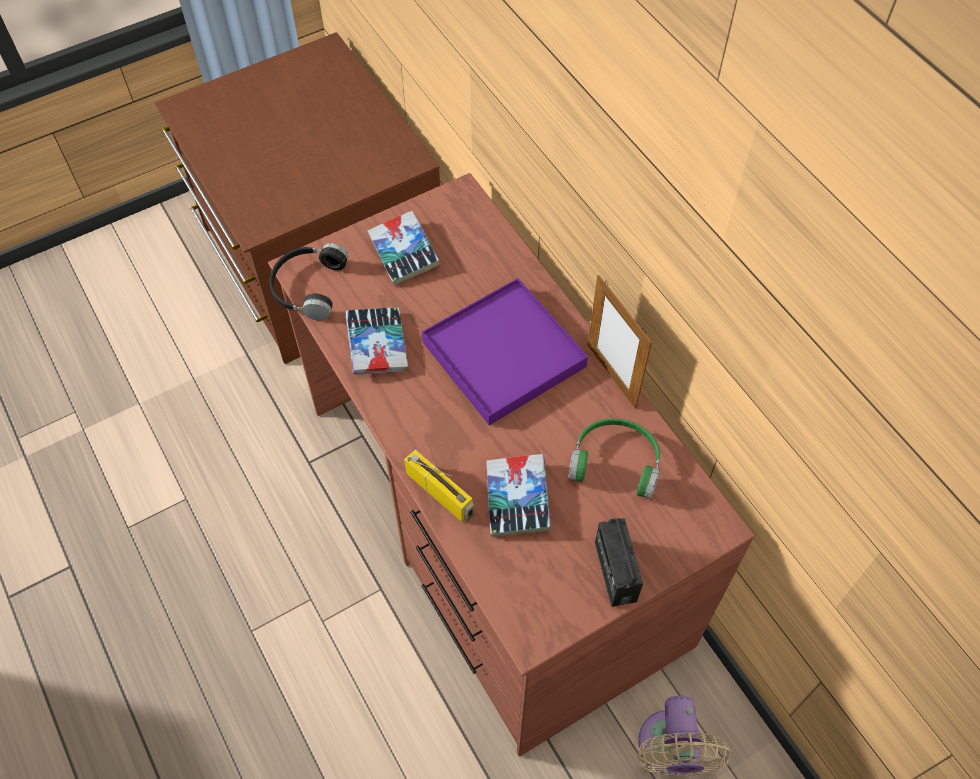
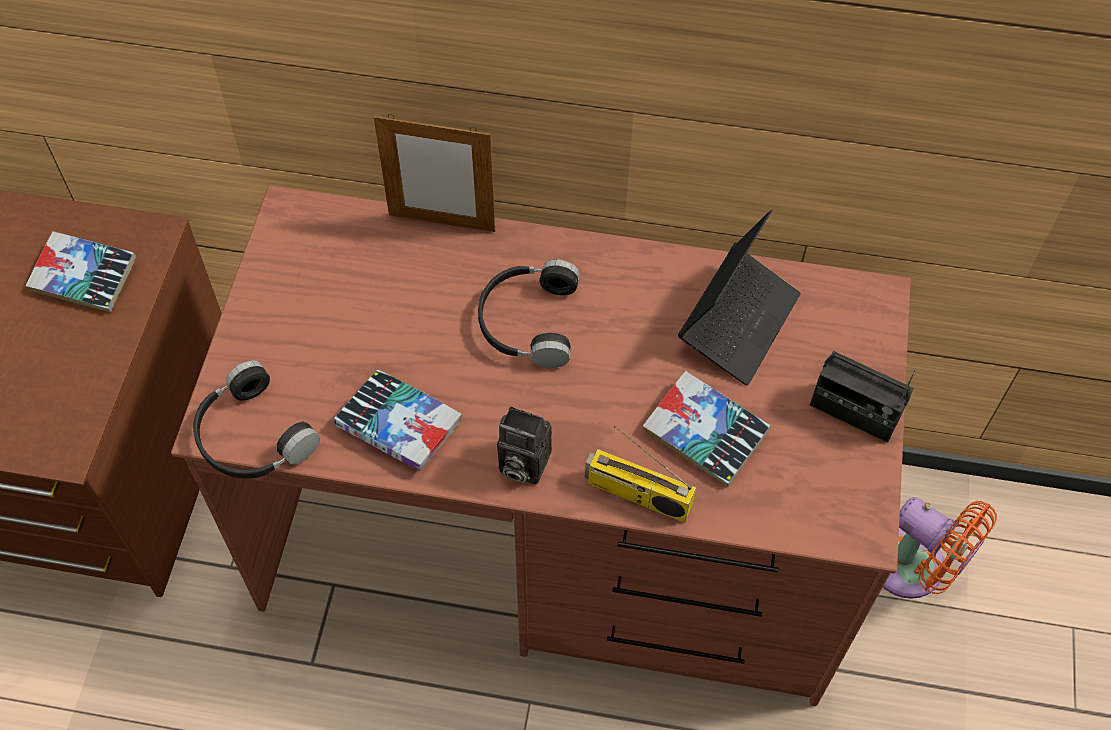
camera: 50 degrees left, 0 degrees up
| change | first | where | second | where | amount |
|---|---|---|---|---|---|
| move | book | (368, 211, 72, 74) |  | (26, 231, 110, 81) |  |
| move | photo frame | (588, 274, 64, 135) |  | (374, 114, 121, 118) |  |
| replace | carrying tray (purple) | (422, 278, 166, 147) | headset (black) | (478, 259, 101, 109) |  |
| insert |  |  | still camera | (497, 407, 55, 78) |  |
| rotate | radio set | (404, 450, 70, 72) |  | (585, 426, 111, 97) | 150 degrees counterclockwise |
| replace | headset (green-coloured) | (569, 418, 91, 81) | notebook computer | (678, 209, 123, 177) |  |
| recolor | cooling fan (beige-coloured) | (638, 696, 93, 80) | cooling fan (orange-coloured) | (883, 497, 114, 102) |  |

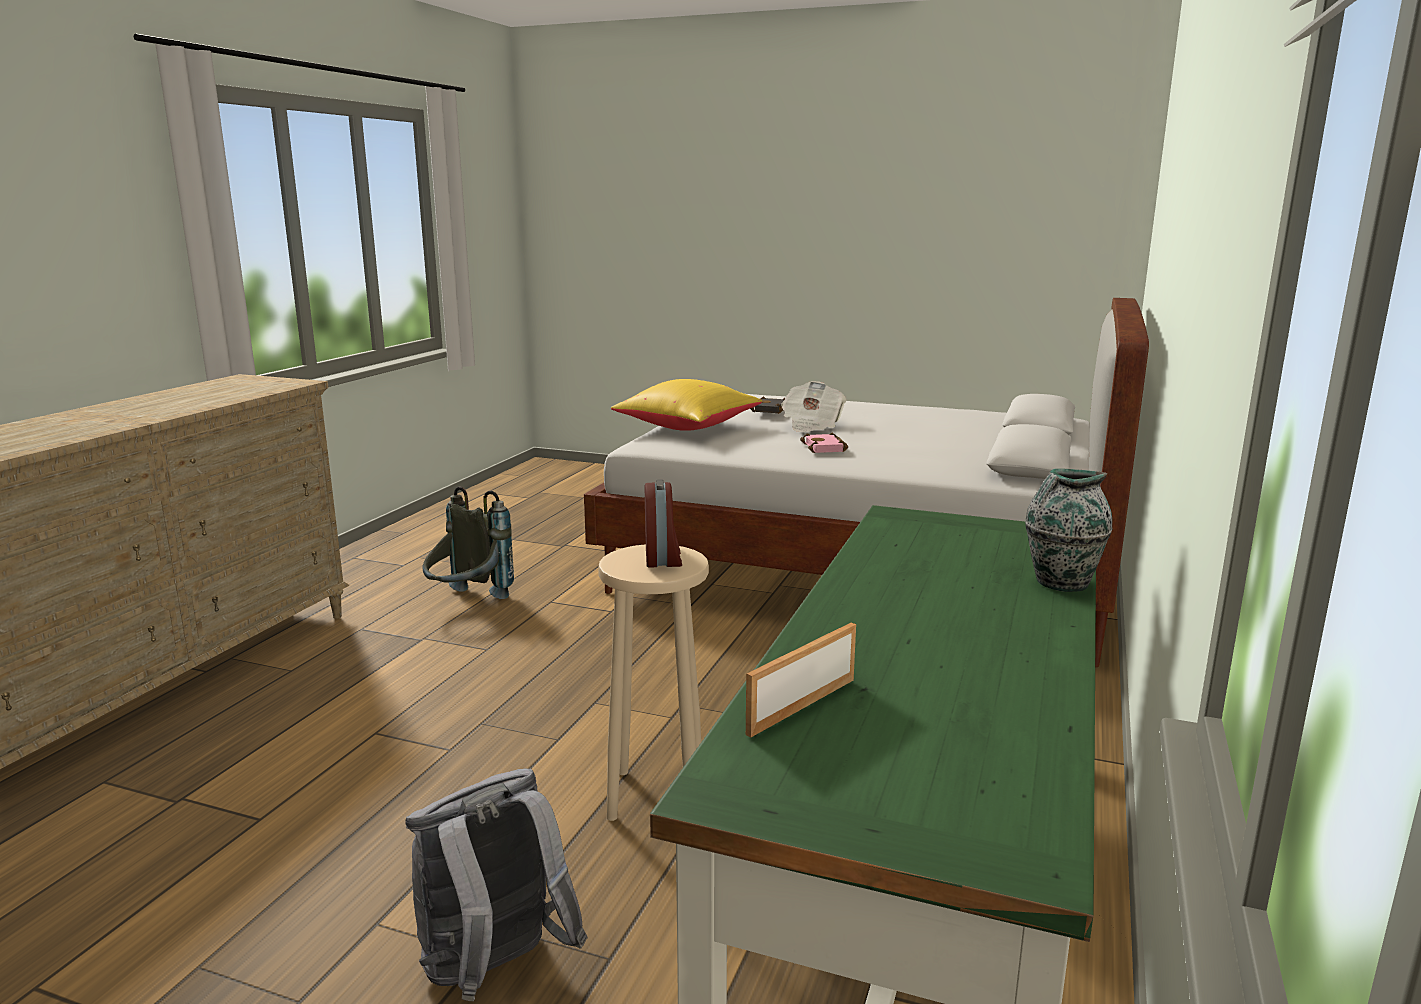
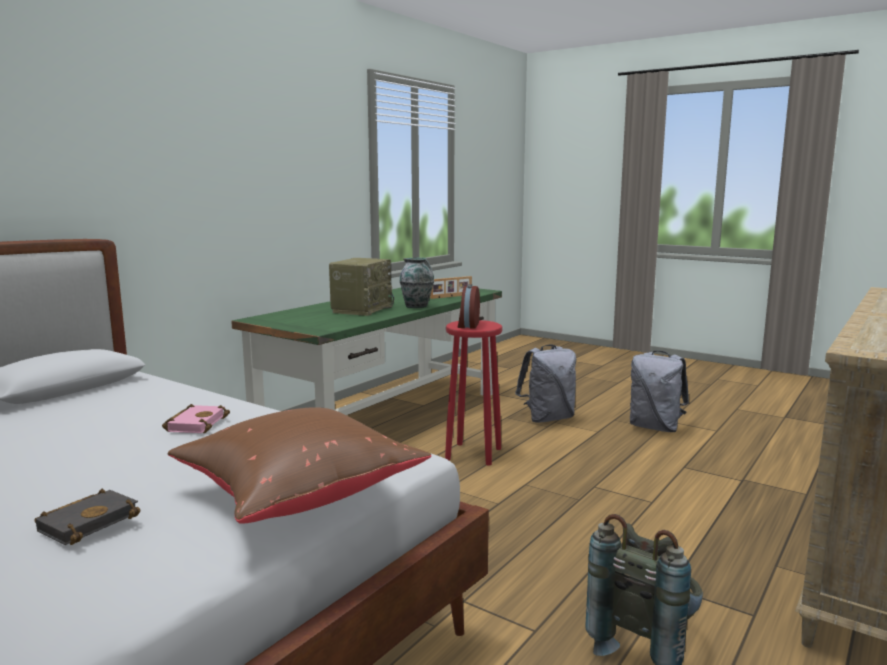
camera: 165 degrees left, 5 degrees down
| change | first | where | second | where | amount |
|---|---|---|---|---|---|
| recolor | pillow (yellowish) | (611, 379, 151, 52) | pillow (brownish) | (168, 407, 263, 117) |  |
| insert |  |  | radio set | (329, 258, 65, 58) |  |
| move | vase | (1025, 468, 88, 124) |  | (399, 258, 35, 50) |  |
| recolor | sitting stool (beige-coloured) | (598, 544, 111, 277) | sitting stool (red-coloured) | (445, 320, 57, 146) |  |
| insert |  |  | backpack (greyish) | (630, 351, 59, 81) |  |
| delete | newspaper | (781, 381, 65, 51) |  |  |  |

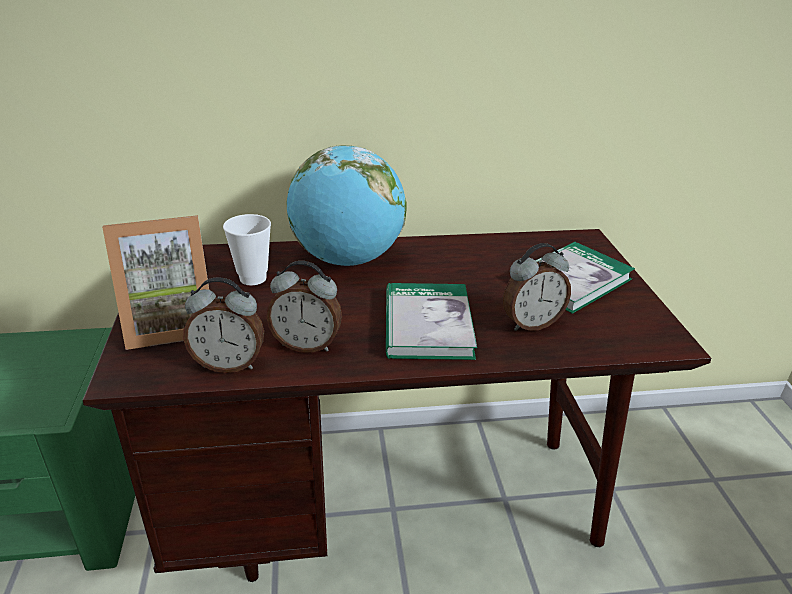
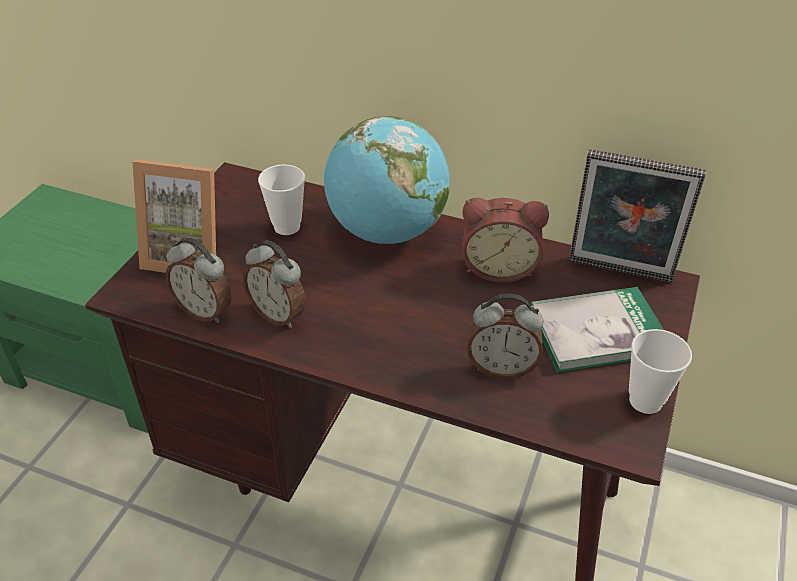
camera: 30 degrees right, 10 degrees up
| change | first | where | second | where | amount |
|---|---|---|---|---|---|
| insert |  |  | bedside clock | (462, 198, 87, 85) |  |
| insert |  |  | photo frame | (569, 149, 137, 133) |  |
| insert |  |  | drinking cup | (629, 329, 63, 85) |  |
| delete | book | (386, 283, 91, 77) |  |  |  |

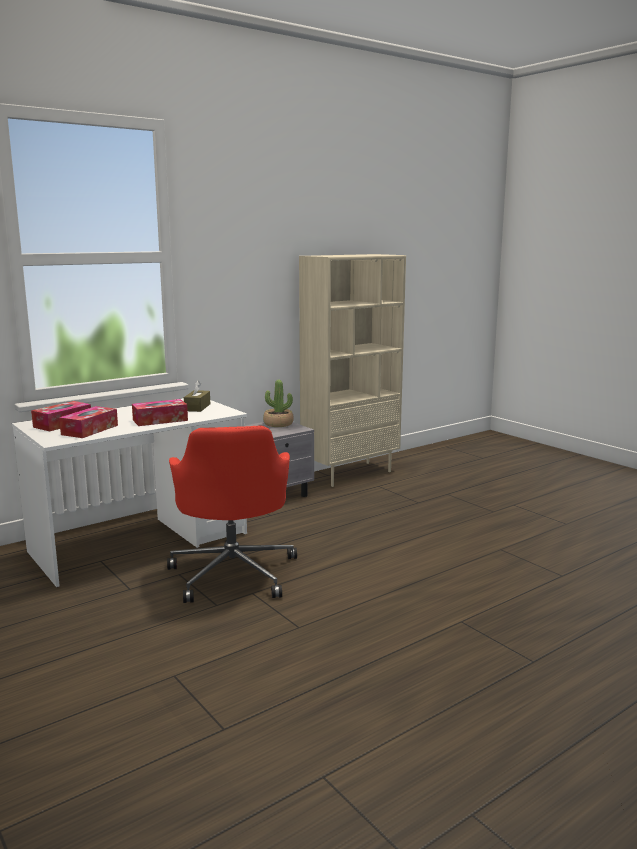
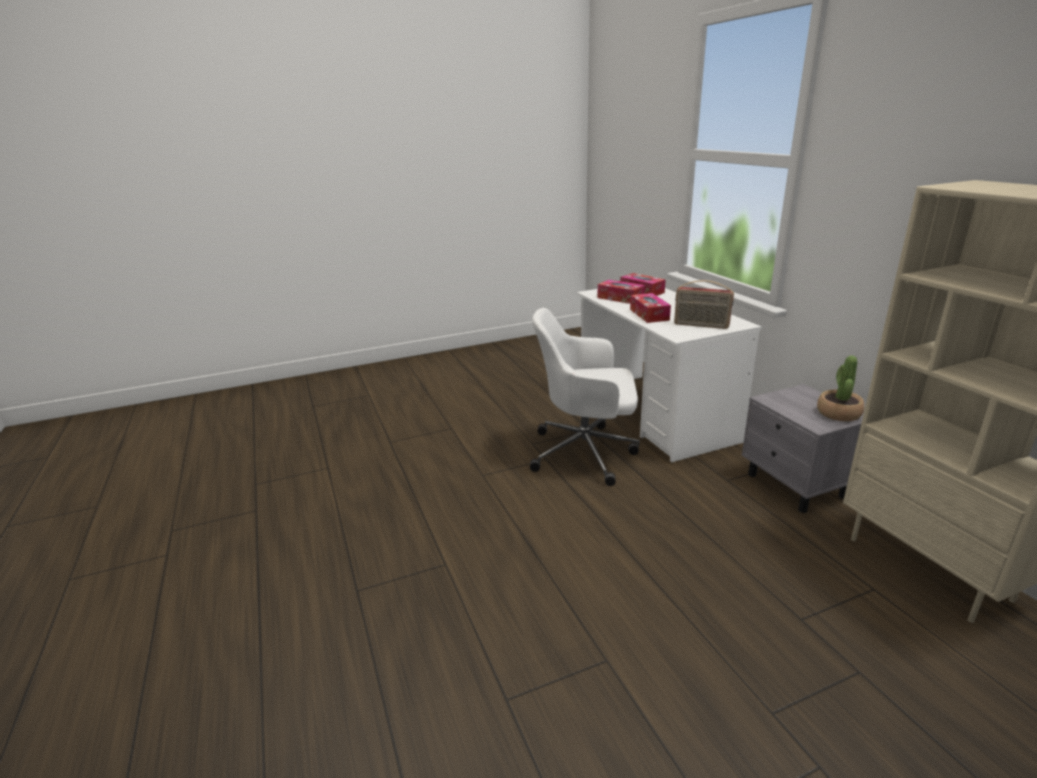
camera: 105 degrees right, 10 degrees up
| change | first | where | second | where | amount |
|---|---|---|---|---|---|
| recolor | office chair (red-coloured) | (167, 425, 130, 178) | office chair (whitish) | (530, 308, 110, 178) |  |
| replace | tissue box (brownish) | (184, 381, 26, 31) | radio set | (674, 280, 60, 49) |  |

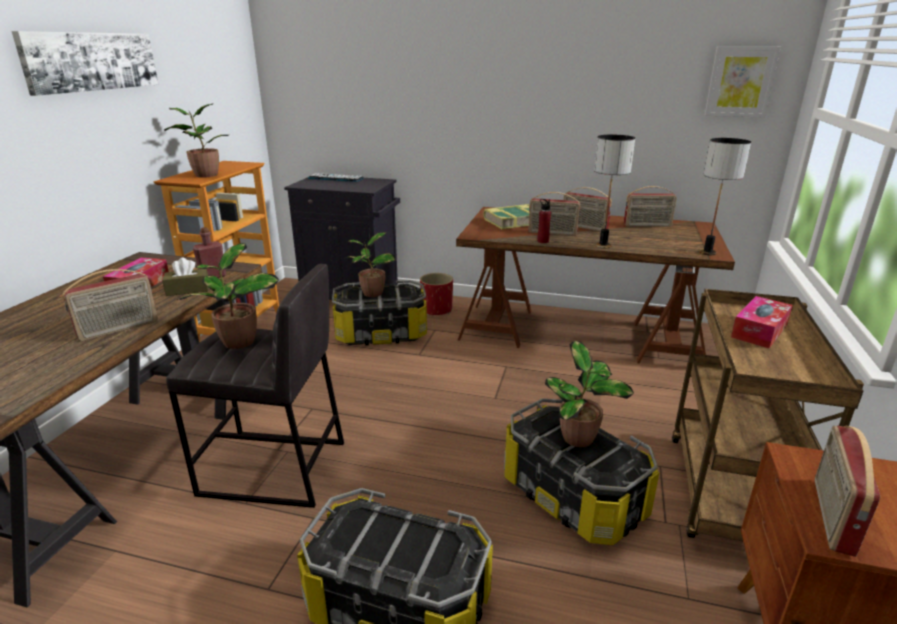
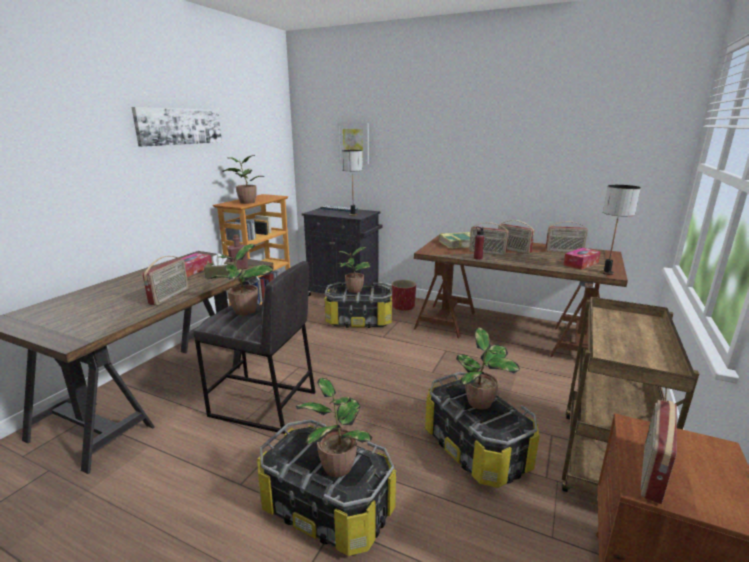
camera: 10 degrees right, 5 degrees down
| change | first | where | second | where | amount |
|---|---|---|---|---|---|
| rotate | radio set | (63, 269, 95, 72) |  | (142, 256, 46, 49) | 45 degrees counterclockwise |
| insert |  |  | houseplant | (296, 378, 76, 99) |  |
| move | wall art | (705, 46, 76, 72) |  | (337, 123, 32, 41) |  |
| move | tabletop lamp | (594, 135, 41, 114) |  | (342, 150, 21, 66) |  |
| move | tissue box | (731, 296, 62, 52) |  | (564, 248, 37, 22) |  |

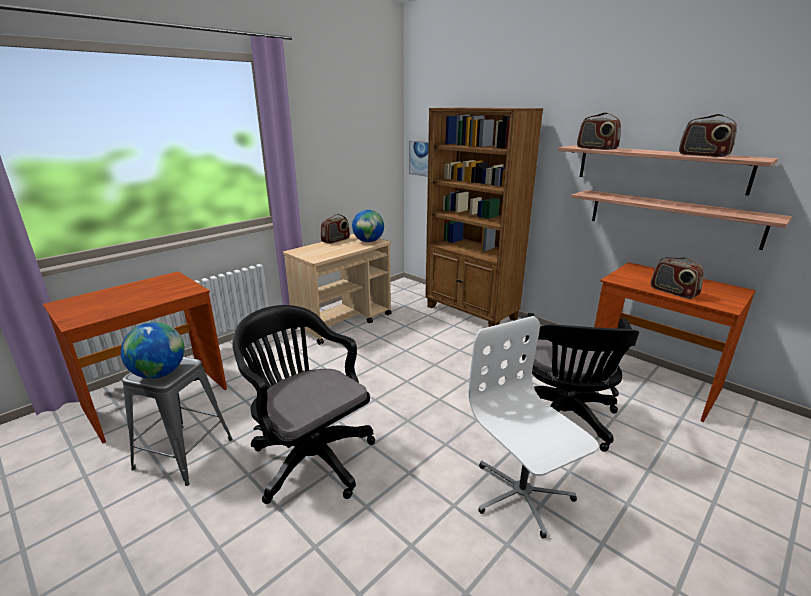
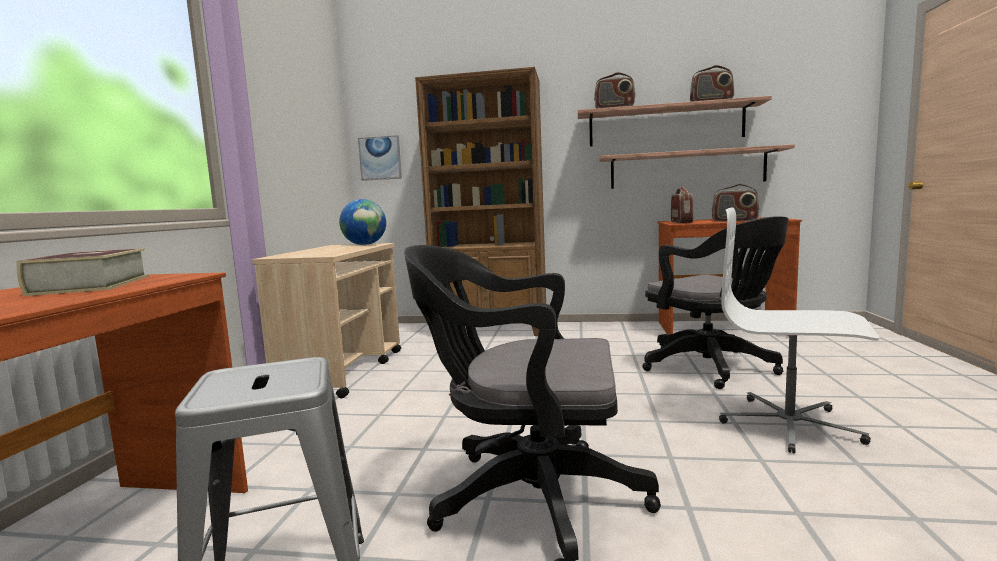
camera: 35 degrees left, 15 degrees down
| change | first | where | second | where | amount |
|---|---|---|---|---|---|
| insert |  |  | book | (17, 248, 132, 48) |  |
| move | radio set | (321, 214, 29, 30) |  | (671, 187, 22, 36) |  |
| delete | globe | (121, 322, 64, 57) |  |  |  |

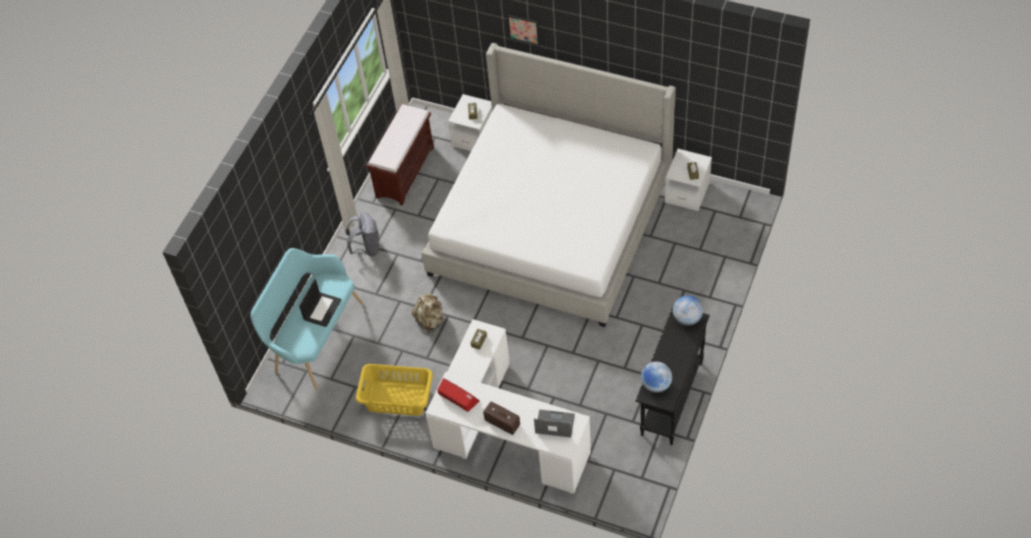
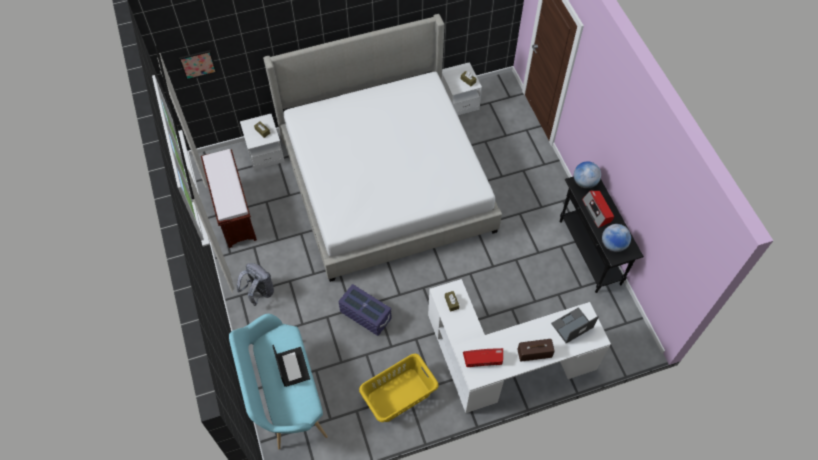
camera: 45 degrees left, 5 degrees up
| change | first | where | second | where | amount |
|---|---|---|---|---|---|
| move | wall art | (507, 15, 32, 30) |  | (179, 50, 38, 30) |  |
| replace | backpack (beige-coloured) | (412, 294, 31, 39) | storage box (purple) | (338, 284, 54, 52) |  |
| insert |  |  | radio set | (582, 191, 32, 37) |  |

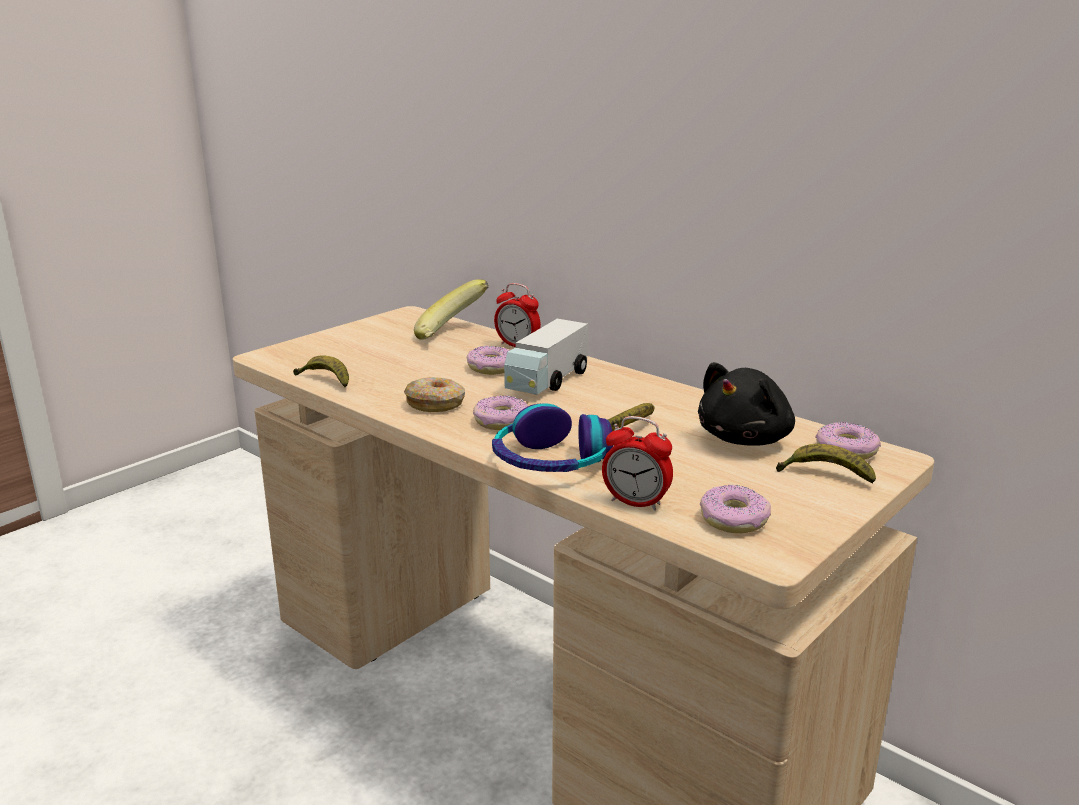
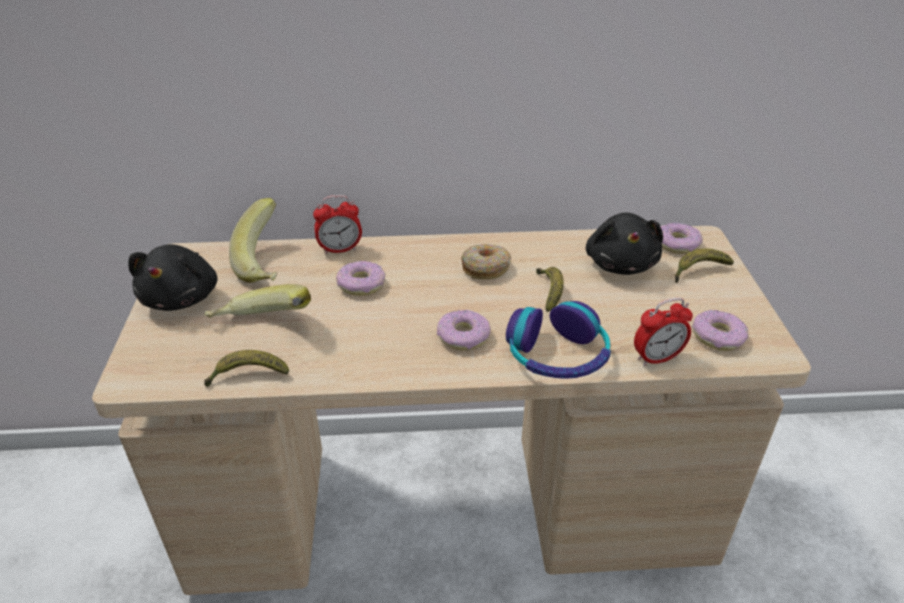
camera: 45 degrees left, 15 degrees up
| change | first | where | second | where | amount |
|---|---|---|---|---|---|
| insert |  |  | plush toy (black) | (128, 244, 90, 67) |  |
| insert |  |  | whole banana | (205, 284, 106, 34) |  |
| move | doughnut | (404, 377, 61, 35) |  | (461, 244, 50, 35) |  |
| delete | model truck | (504, 319, 84, 76) |  |  |  |

